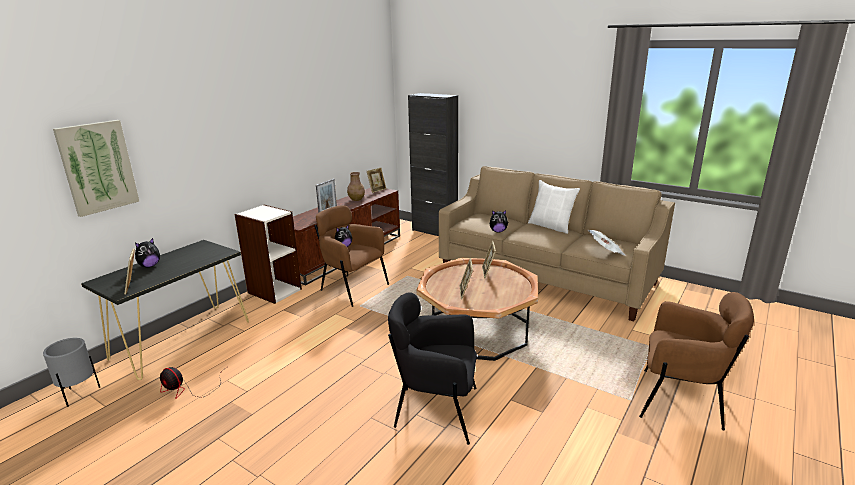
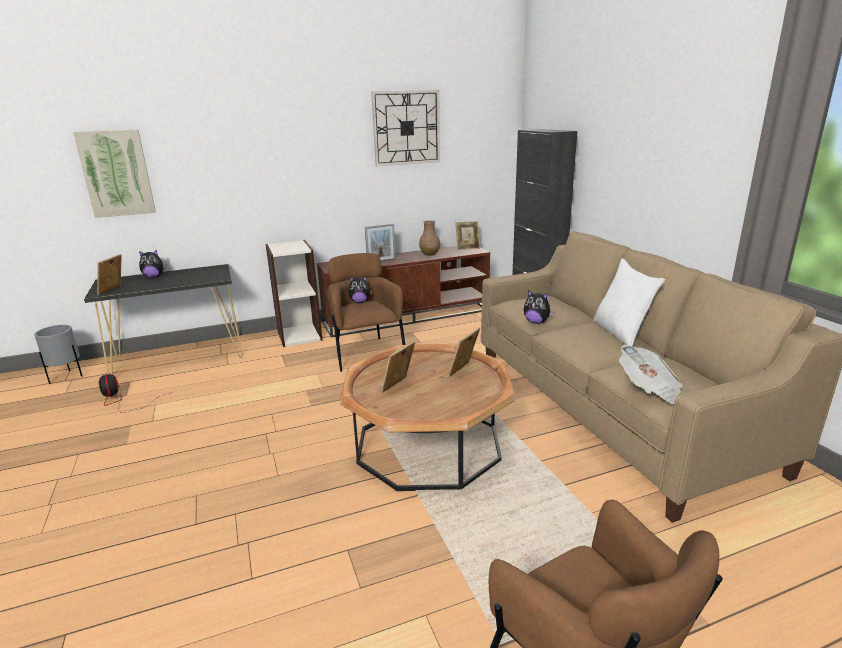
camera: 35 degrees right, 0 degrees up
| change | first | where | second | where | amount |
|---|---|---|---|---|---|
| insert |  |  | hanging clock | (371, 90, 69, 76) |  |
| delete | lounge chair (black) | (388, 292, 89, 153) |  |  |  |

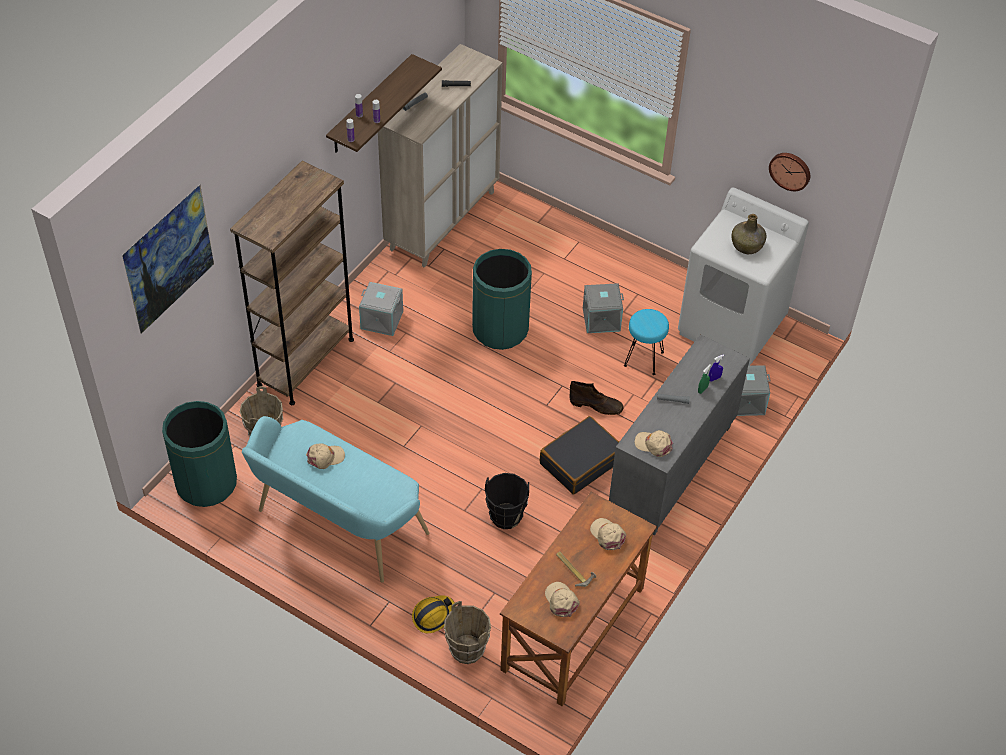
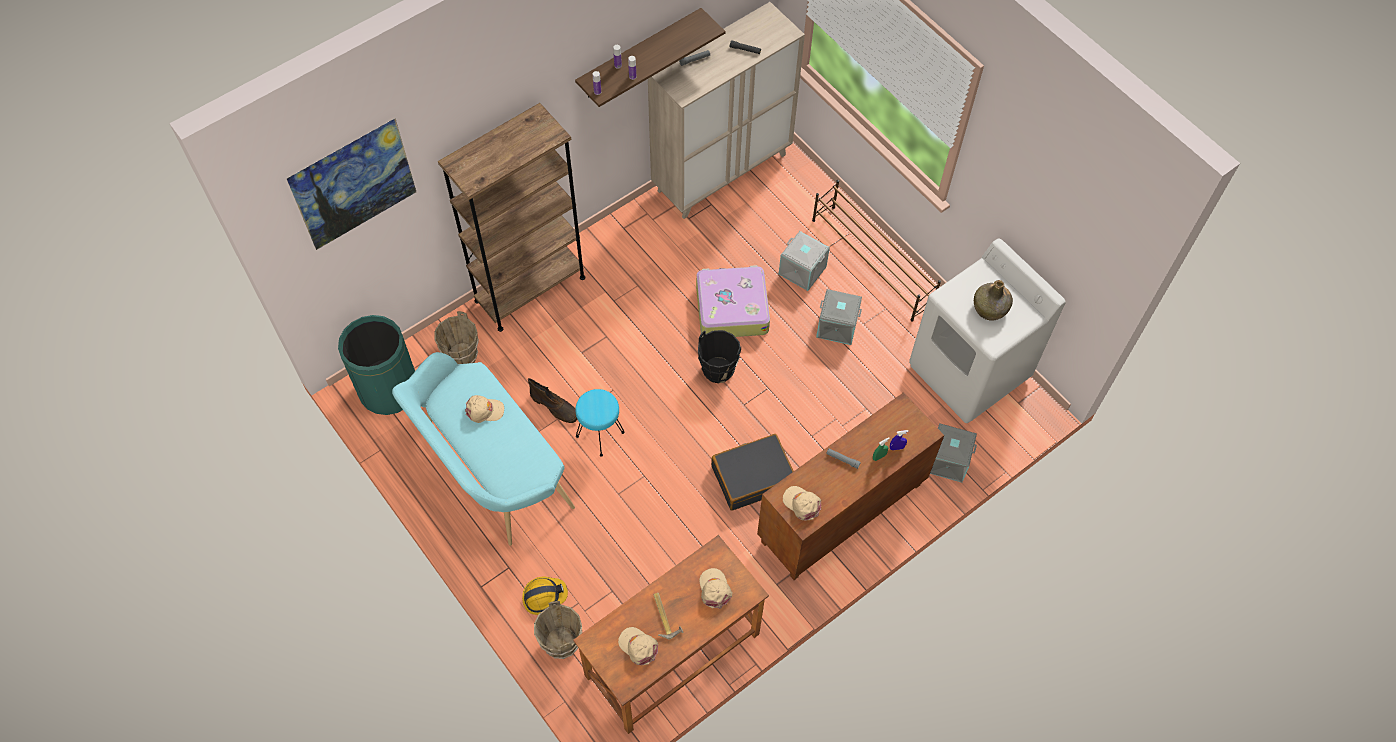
camera: 20 degrees right, 10 degrees up
| change | first | where | second | where | amount |
|---|---|---|---|---|---|
| move | high-top boot (brownish) | (569, 381, 55, 34) |  | (528, 378, 50, 45) |  |
| move | sitting stool (turquoise) | (624, 309, 45, 66) |  | (575, 389, 50, 68) |  |
| rotate | peaked cap (beige-coloured) | (545, 582, 35, 35) |  | (618, 627, 40, 38) | 45 degrees counterclockwise |
| replace | waste bin (green-coloured) | (472, 249, 60, 101) | piece of luggage | (696, 265, 74, 72) |  |
| move | bucket (black) | (485, 473, 44, 56) |  | (698, 330, 43, 53) |  |
| recolor | cupboard (greyish) | (609, 334, 141, 202) | cupboard (brownish) | (757, 393, 187, 187) |  |
| move | storage box (greyish) | (359, 282, 44, 54) |  | (779, 231, 51, 60) |  |
| insert |  |  | shoe rack (brownish) | (812, 180, 129, 142) |  |
| delete | hanging clock | (769, 153, 41, 38) |  |  |  |

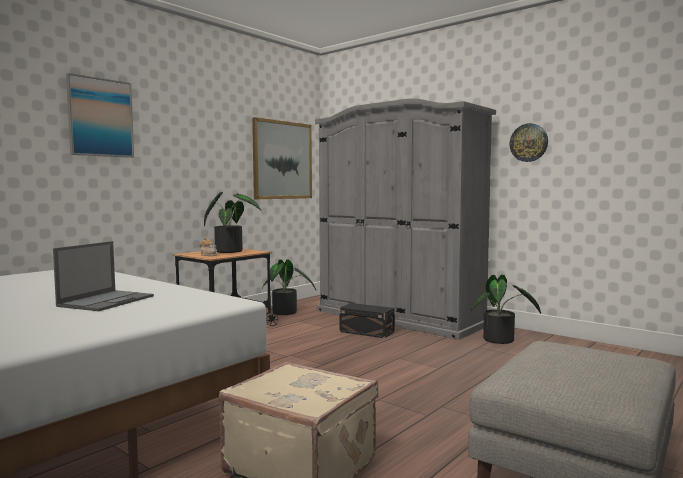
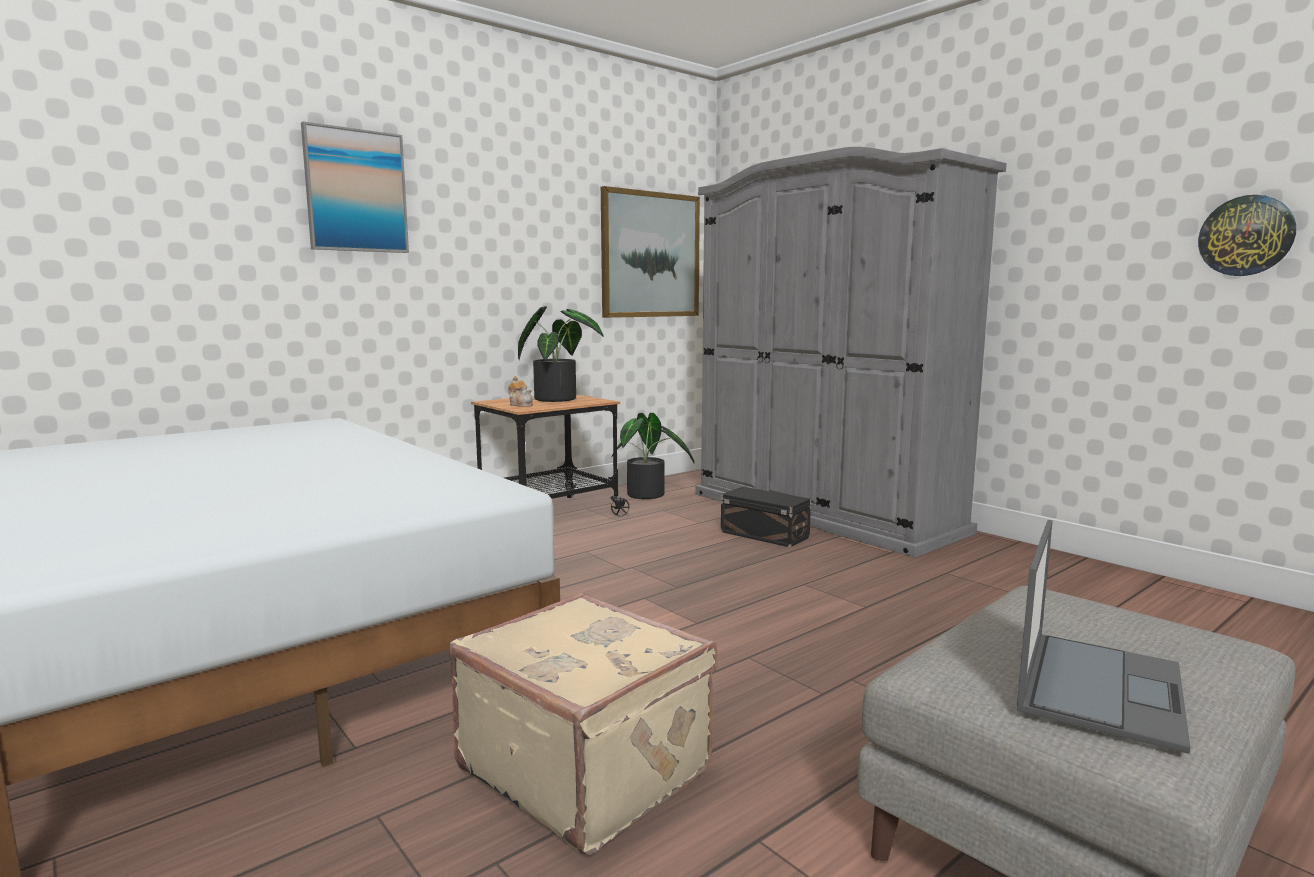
camera: 10 degrees right, 5 degrees up
| change | first | where | second | where | amount |
|---|---|---|---|---|---|
| move | notebook computer | (53, 241, 101, 70) |  | (1017, 520, 174, 234) |  |
| move | hanging clock | (509, 123, 39, 39) |  | (1198, 195, 98, 81) |  |
| delete | houseplant | (471, 275, 70, 69) |  |  |  |

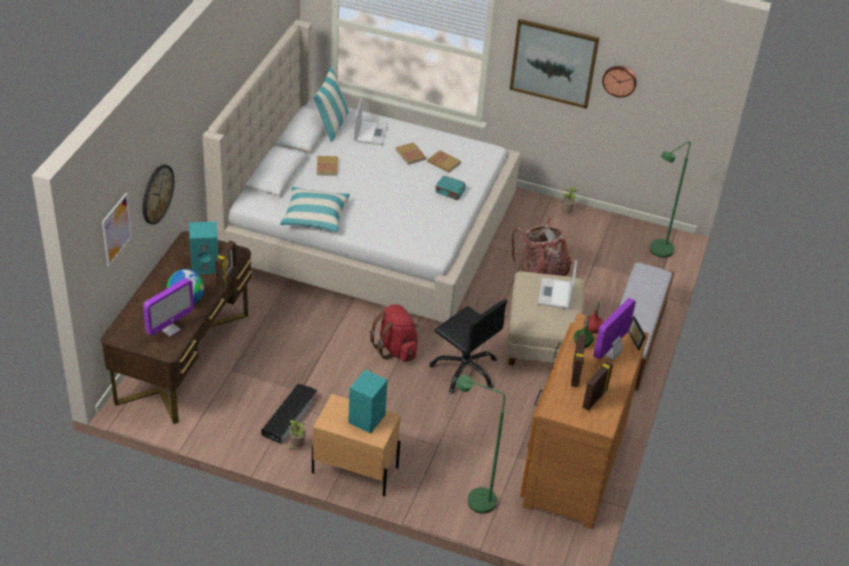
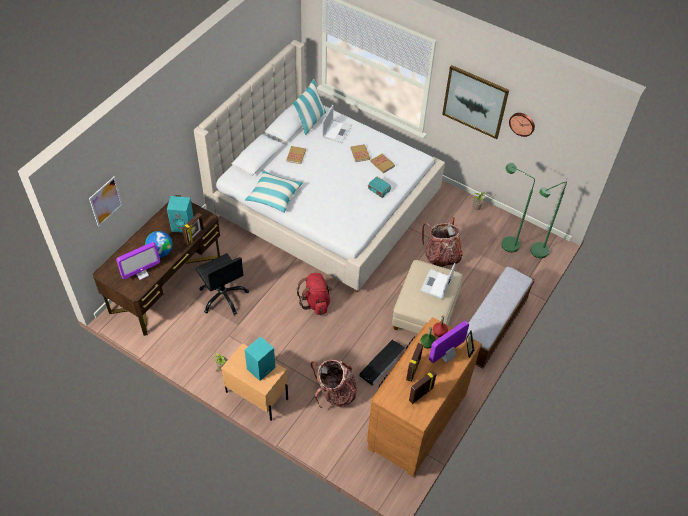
camera: 15 degrees right, 10 degrees up
| change | first | where | second | where | amount |
|---|---|---|---|---|---|
| move | office chair (black) | (429, 299, 78, 95) |  | (195, 253, 54, 62) |  |
| insert |  |  | backpack | (310, 360, 46, 48) |  |
| move | storage box (black) | (261, 384, 56, 60) |  | (360, 340, 45, 46) |  |
| move | floor lamp (green-coloured) | (456, 374, 49, 140) |  | (501, 163, 34, 89) |  |
| delete | hanging clock | (143, 165, 31, 60) |  |  |  |

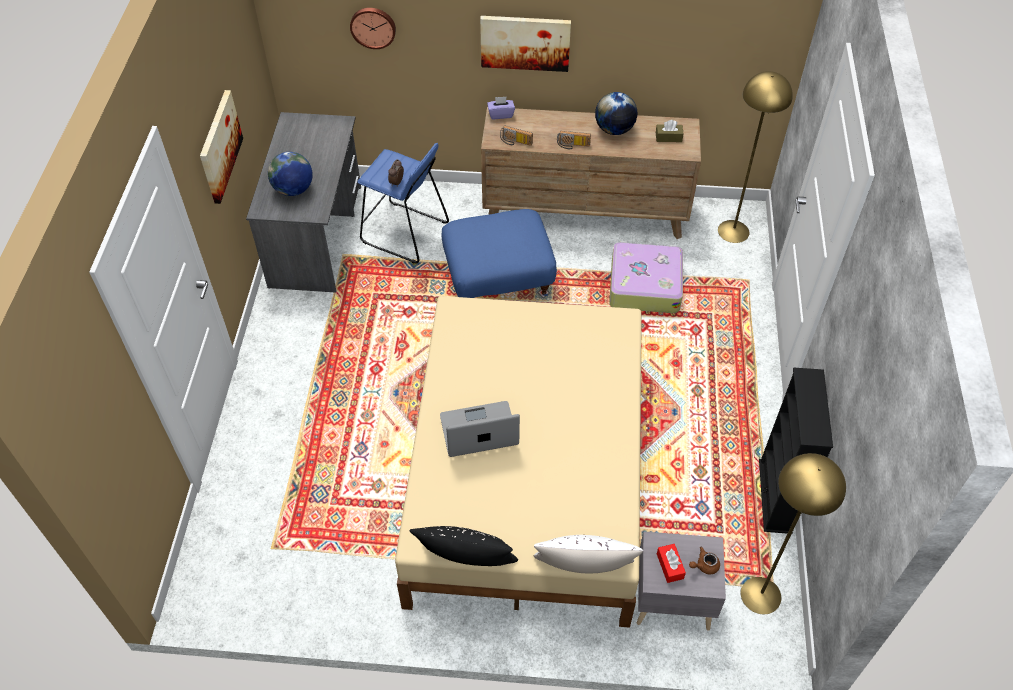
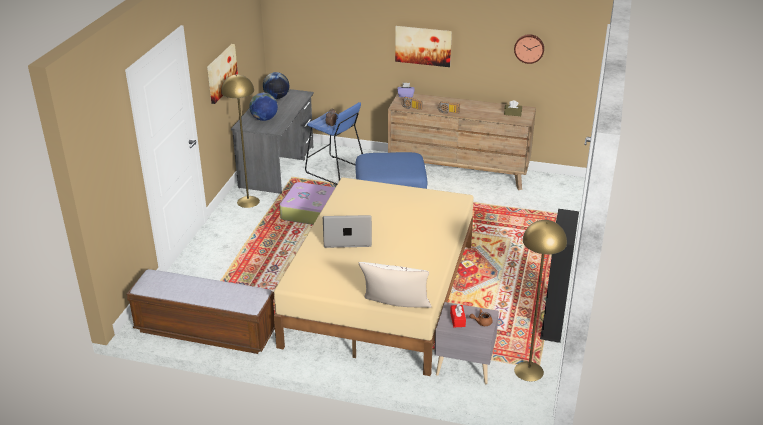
camera: 10 degrees right, 20 degrees down
| change | first | where | second | where | amount |
|---|---|---|---|---|---|
| insert |  |  | long seat | (127, 269, 148, 85) |  |
| move | floor lamp (yellowish) | (718, 71, 75, 172) |  | (221, 75, 39, 133) |  |
| move | globe | (595, 92, 42, 43) |  | (263, 72, 27, 27) |  |
| move | piece of luggage | (609, 241, 74, 72) |  | (279, 182, 56, 43) |  |
| move | hanging clock | (350, 8, 46, 41) |  | (514, 34, 30, 30) |  |
| delete | pillow (black) | (409, 526, 109, 40) |  |  |  |

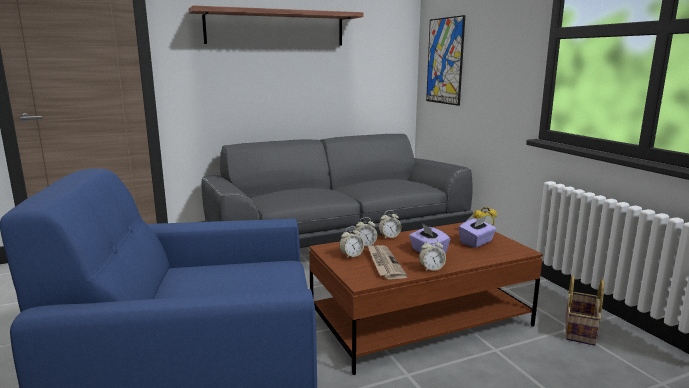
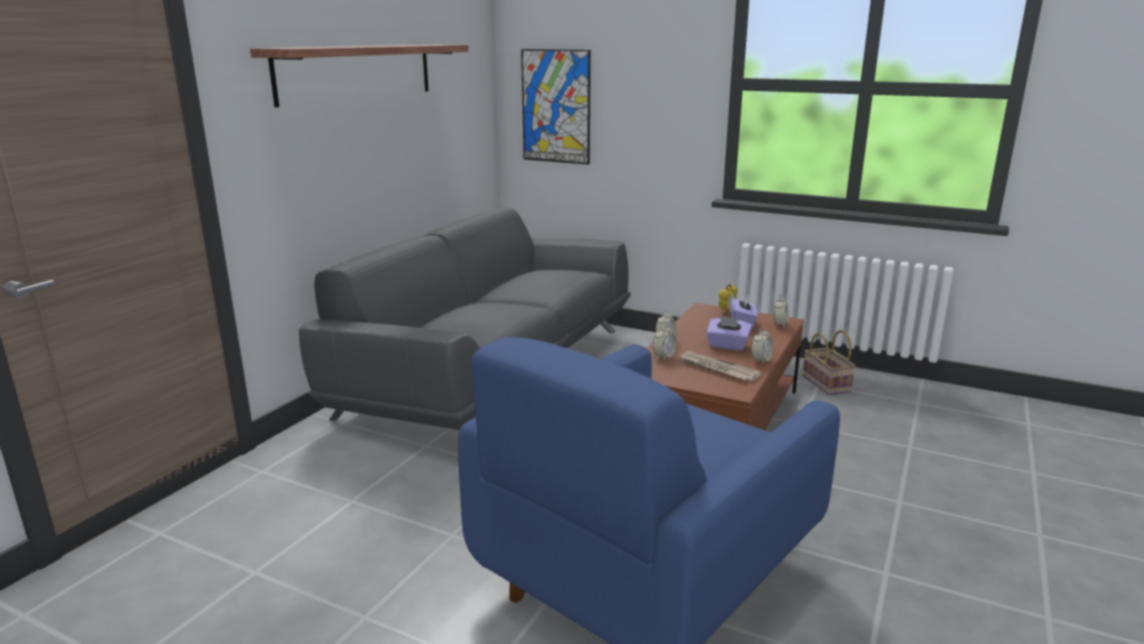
camera: 40 degrees left, 5 degrees up
| change | first | where | second | where | amount |
|---|---|---|---|---|---|
| move | bedside clock | (339, 227, 25, 31) |  | (774, 295, 15, 32) |  |

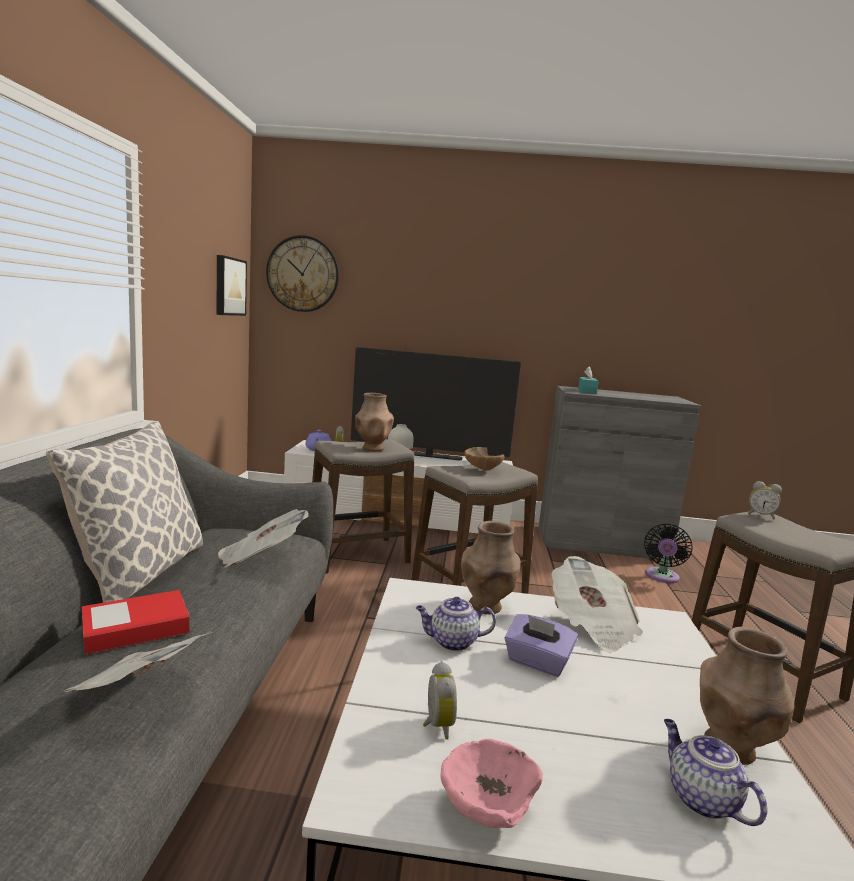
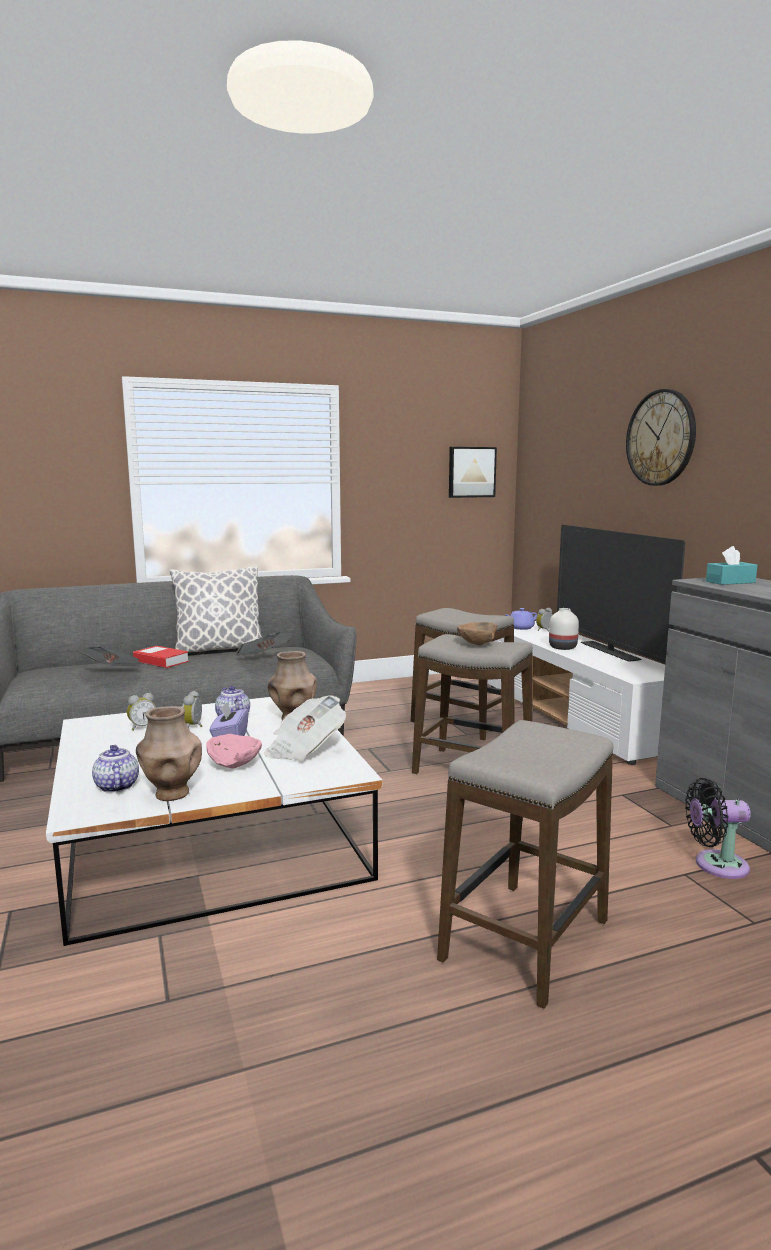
camera: 65 degrees right, 0 degrees up
| change | first | where | second | where | amount |
|---|---|---|---|---|---|
| rotate | tea pot | (664, 719, 104, 107) |  | (92, 745, 47, 48) | 60 degrees counterclockwise |
| move | bedside clock | (748, 481, 34, 39) |  | (182, 691, 20, 37) |  |
| move | serving bowl (pinkish) | (440, 739, 103, 89) |  | (206, 734, 56, 34) |  |
| move | hanging clock | (266, 235, 73, 77) |  | (626, 389, 70, 97) |  |
| delete | vase (brownish) | (355, 393, 39, 58) |  |  |  |

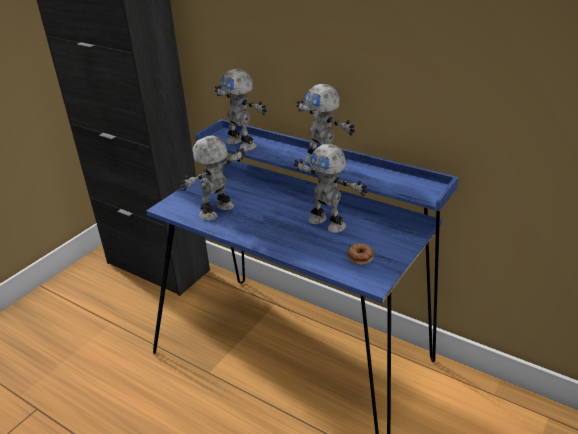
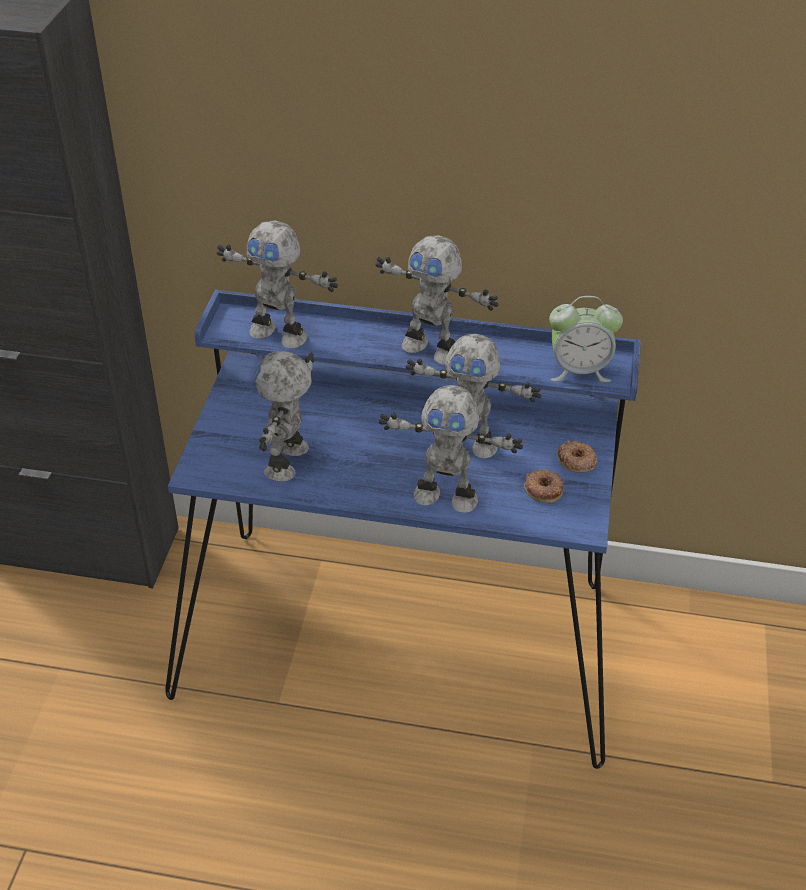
camera: 25 degrees left, 10 degrees up
| change | first | where | second | where | amount |
|---|---|---|---|---|---|
| insert |  |  | toy robot | (379, 385, 144, 128) |  |
| insert |  |  | bedside clock | (549, 296, 74, 86) |  |
| insert |  |  | doughnut | (557, 440, 40, 33) |  |

